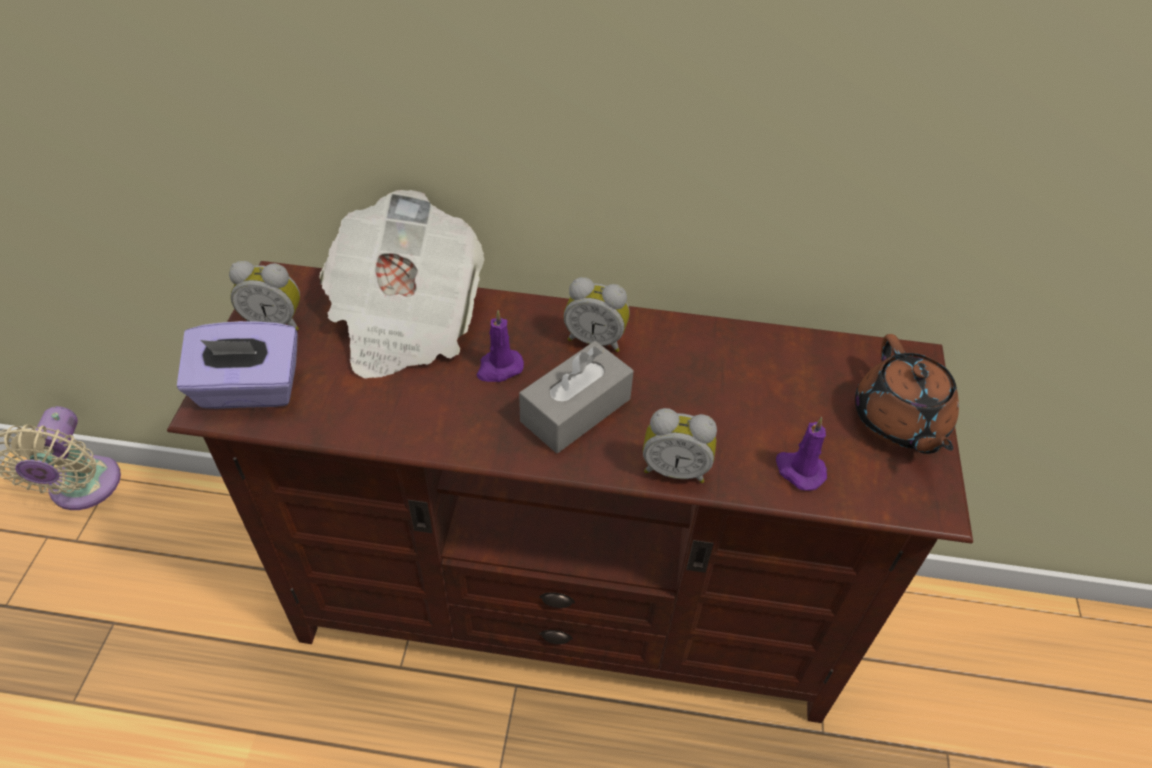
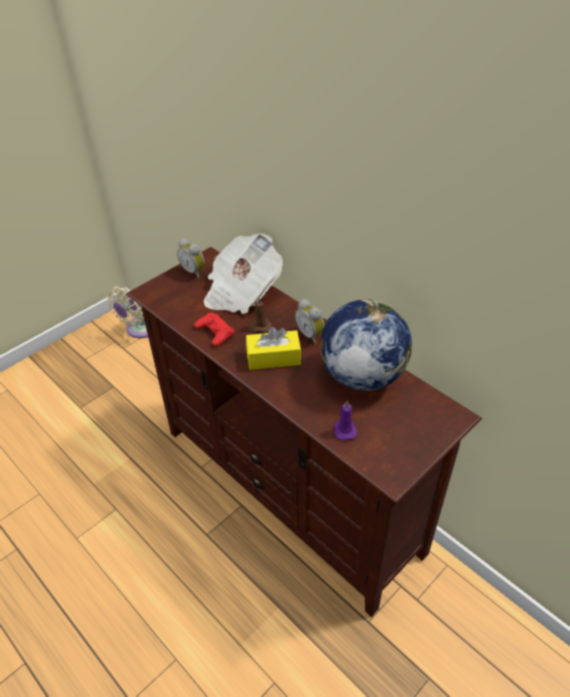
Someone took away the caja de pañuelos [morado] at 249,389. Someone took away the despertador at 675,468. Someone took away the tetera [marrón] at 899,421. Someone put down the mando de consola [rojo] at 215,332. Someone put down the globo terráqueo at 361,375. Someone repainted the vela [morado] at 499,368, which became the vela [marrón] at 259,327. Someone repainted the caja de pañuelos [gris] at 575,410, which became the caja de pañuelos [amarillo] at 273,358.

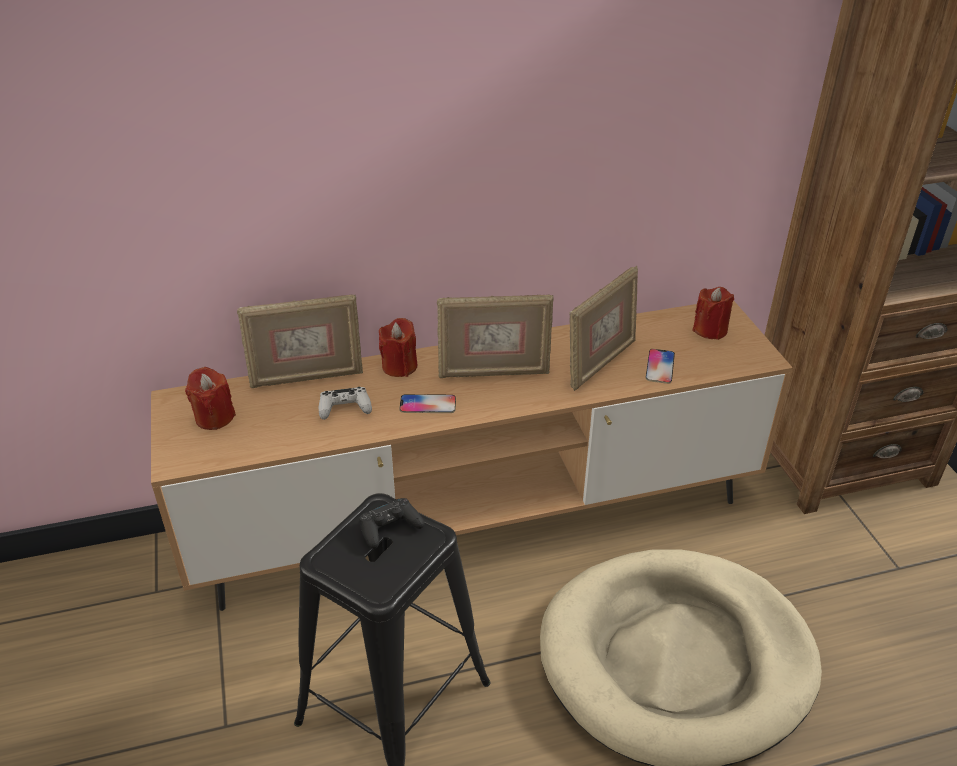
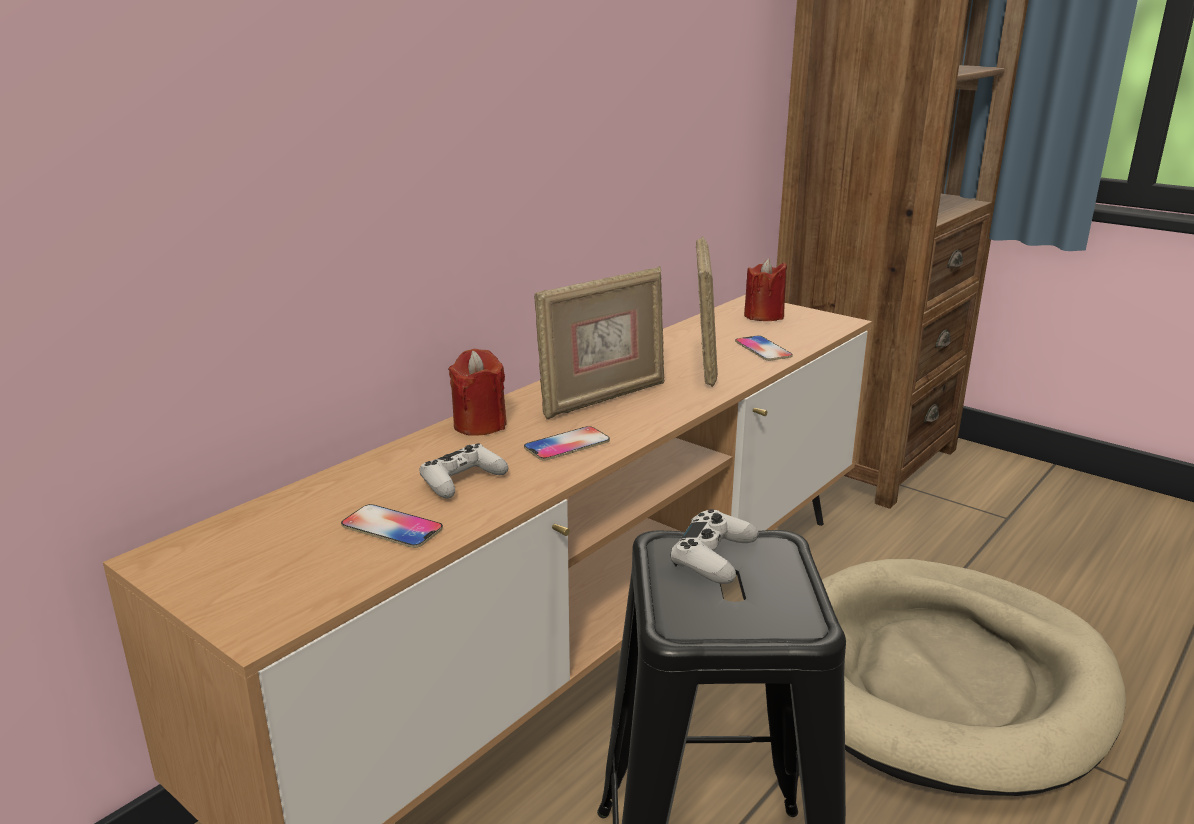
Someone took away the vela [rojo] at 214,417. Someone took away the portarretratos at 306,377. Someone put down the móvil at 392,528. Someone repainted the mando de consola [negro] at 390,528, which became the mando de consola [blanco] at 713,558.

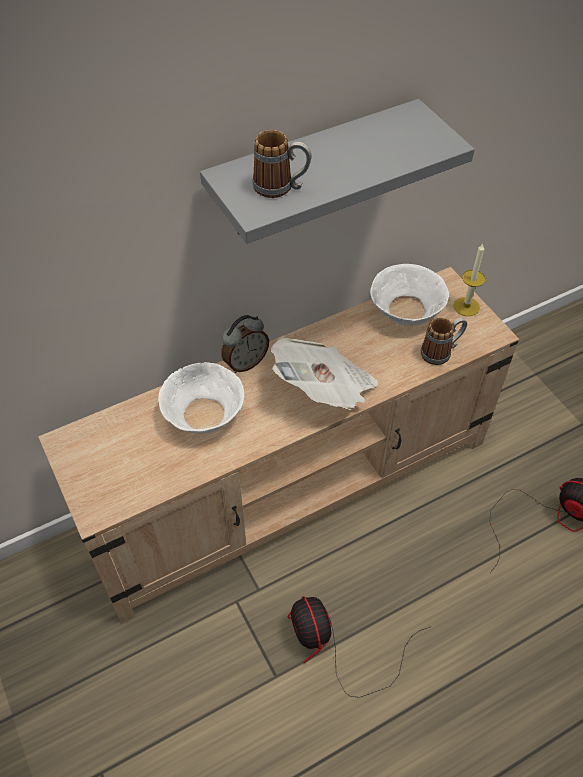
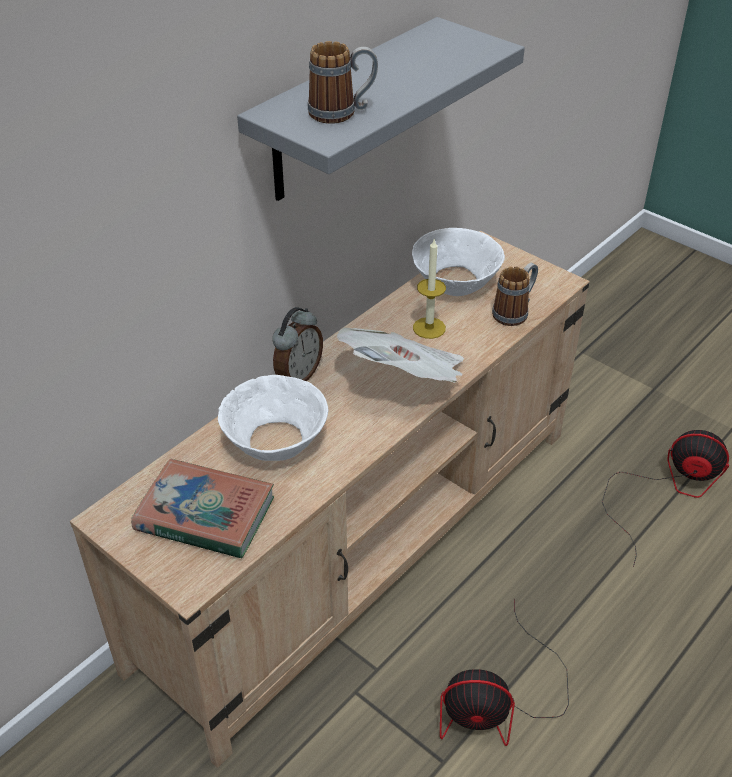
Someone put down the libro at 205,514. Someone carried the vela from 466,306 to 429,328. Someone rotated the ventilador at 335,646 by 45 degrees counterclockwise.

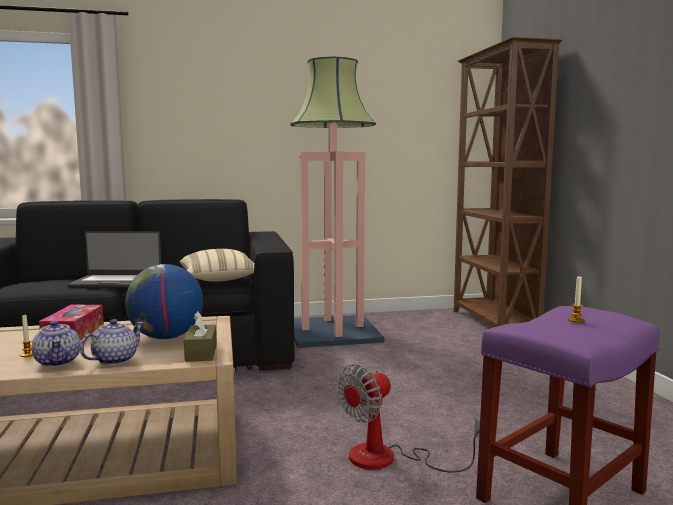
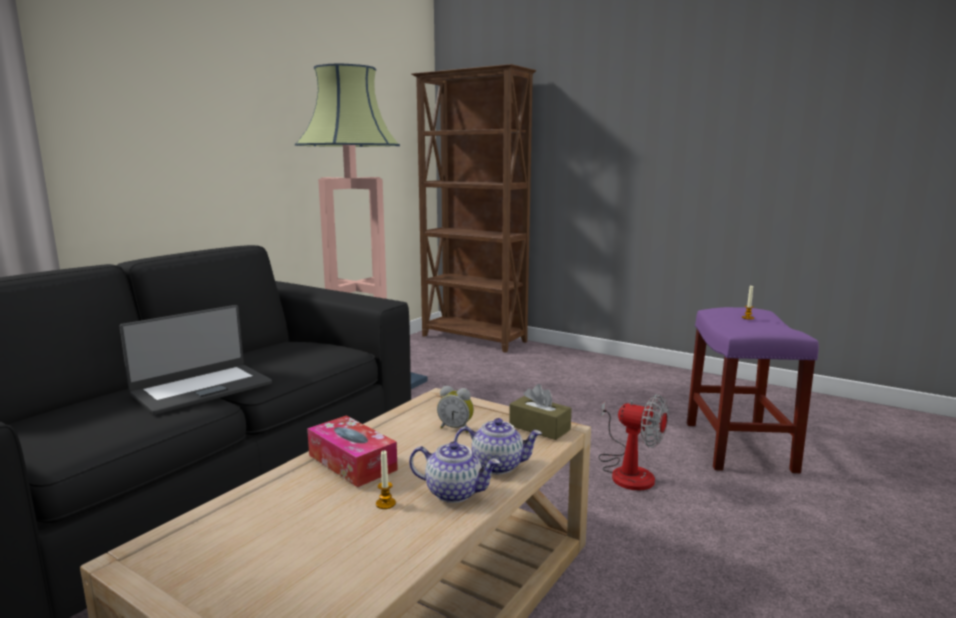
Someone took away the cojín [beis] at 219,280. Someone swapped the globo terráqueo at 166,337 for the despertador at 456,428. Someone rotated the tetera at 115,360 by 105 degrees clockwise. Someone rotated the ventilador at 389,459 by 60 degrees counterclockwise.

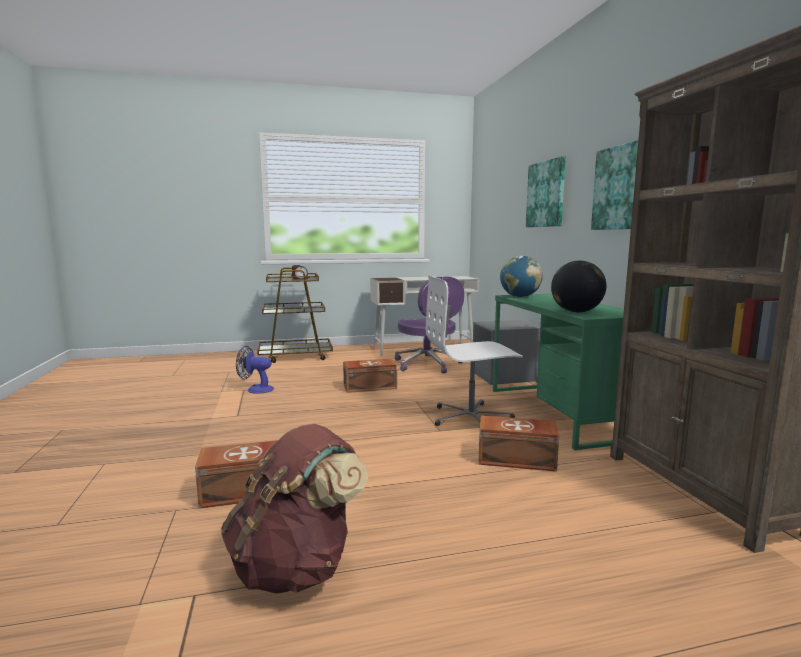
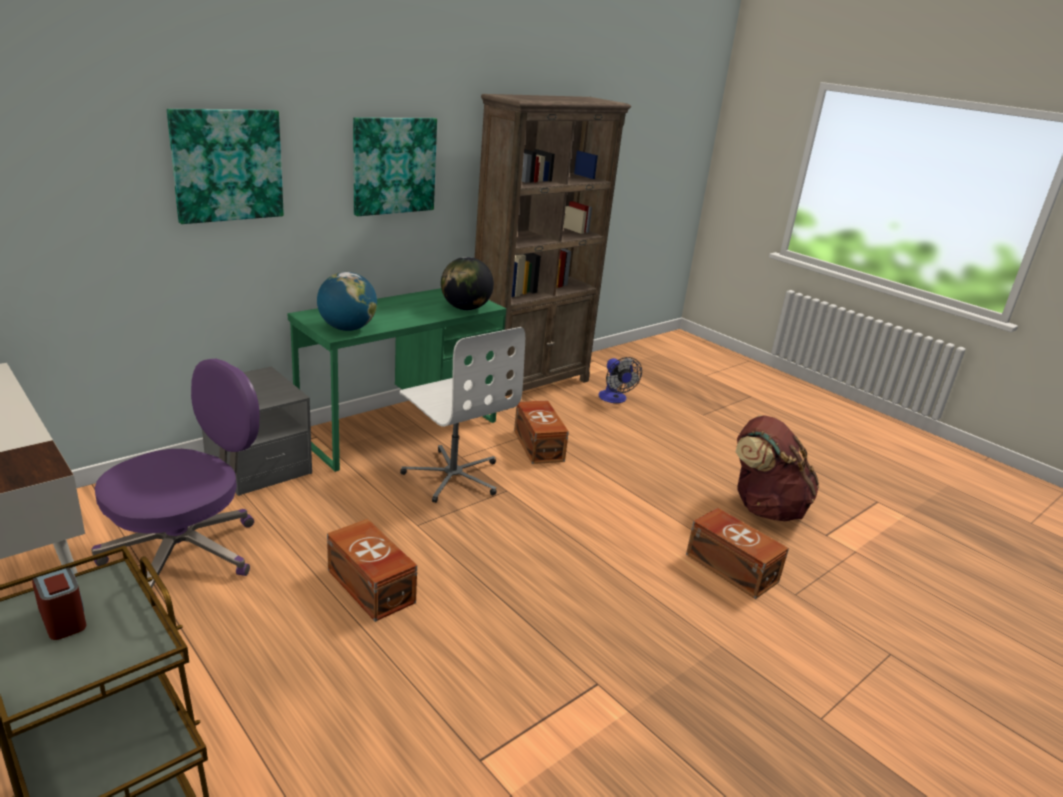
Someone carried the ventilador from 256,389 to 614,399.

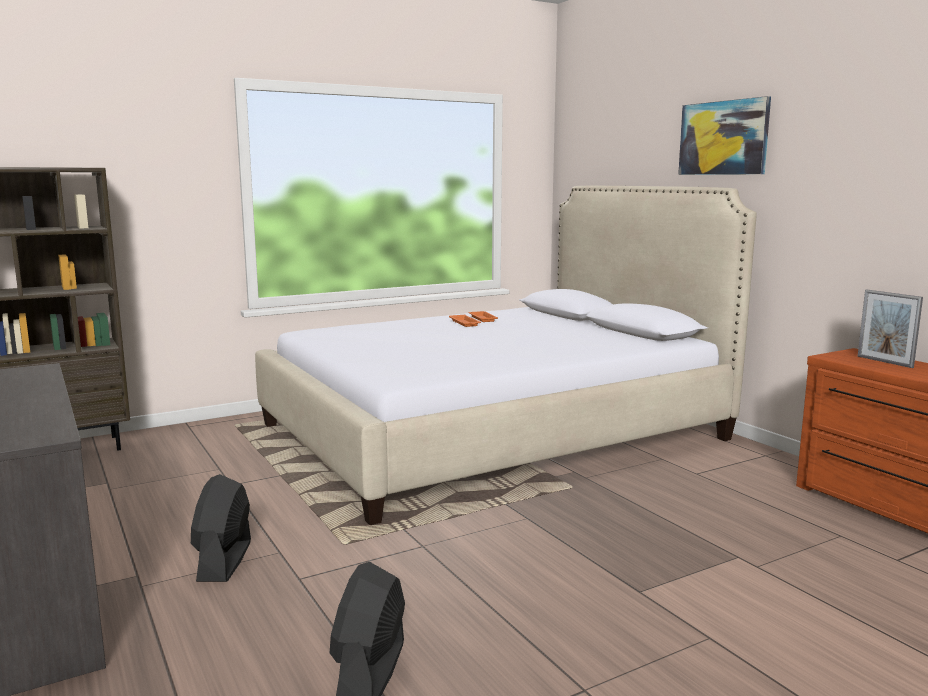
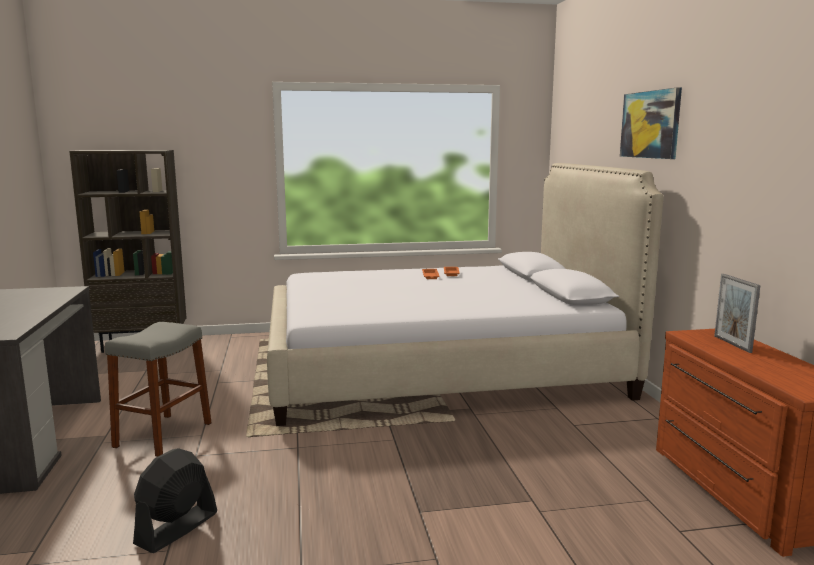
Someone swapped the ventilador [negro] at 224,561 for the taburete [gris] at 163,435.

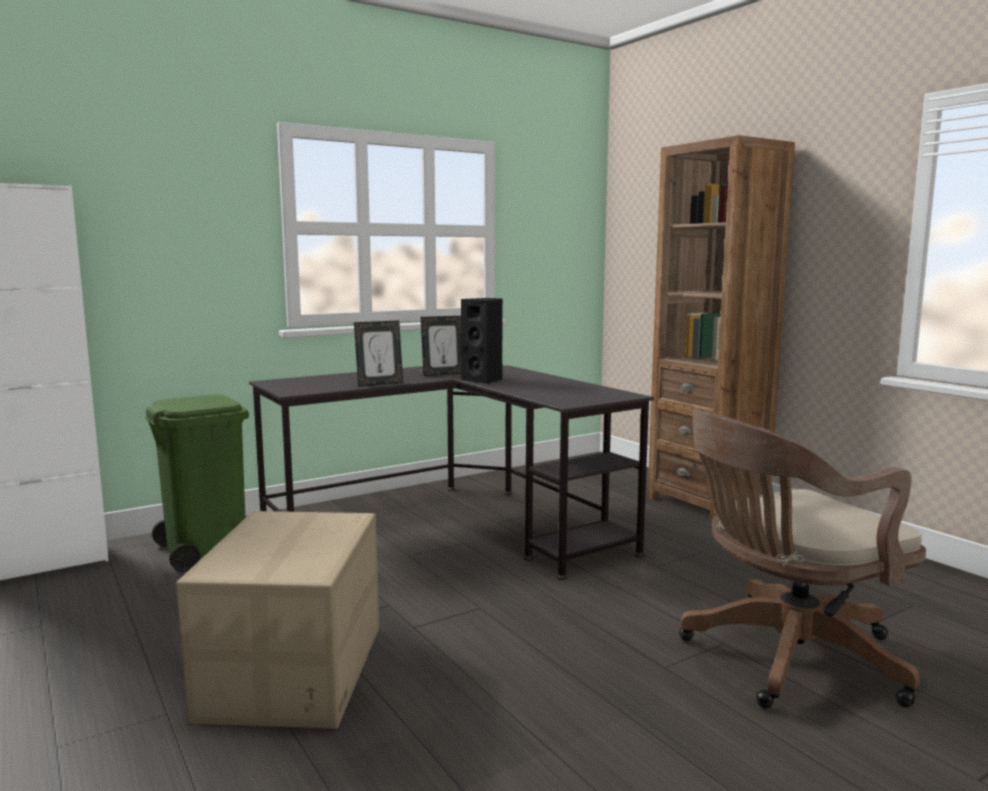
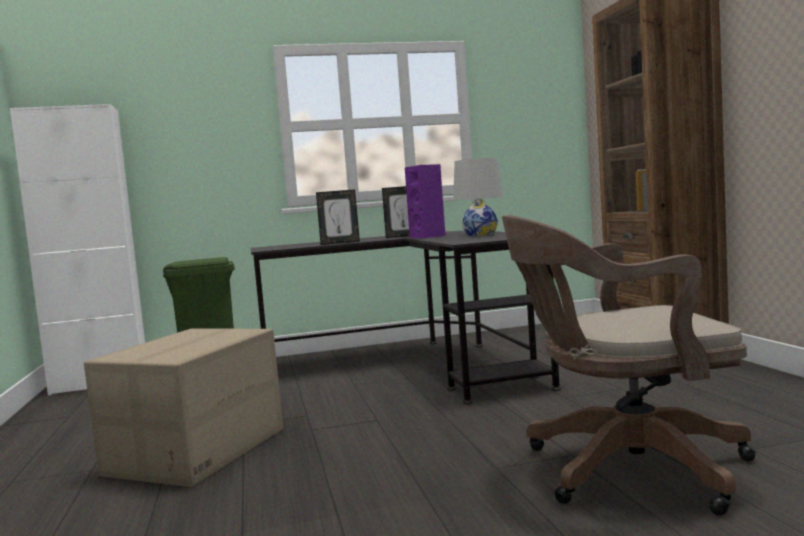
Someone put down the lámpara de mesa [blanco] at 480,234. Someone repainted the altavoz [negro] at 484,380, which became the altavoz [morado] at 428,236.

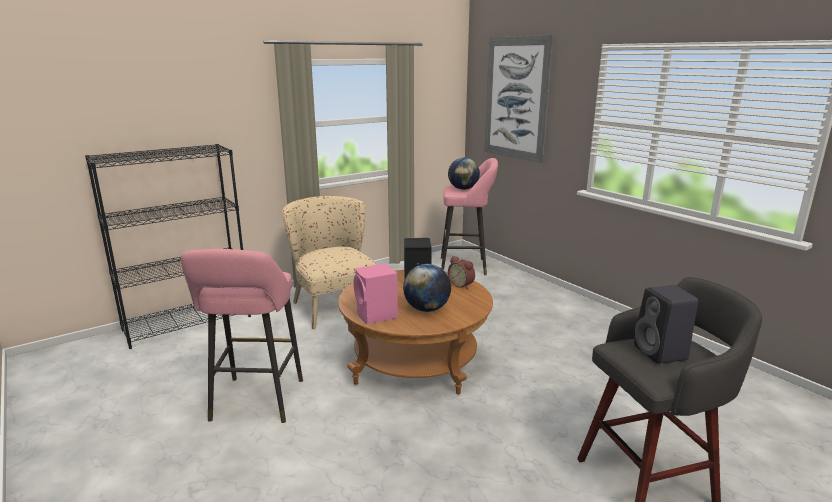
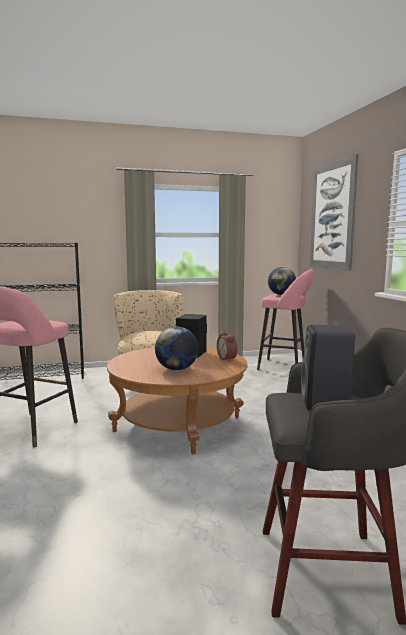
Someone took away the altavoz [rosa] at 377,316.

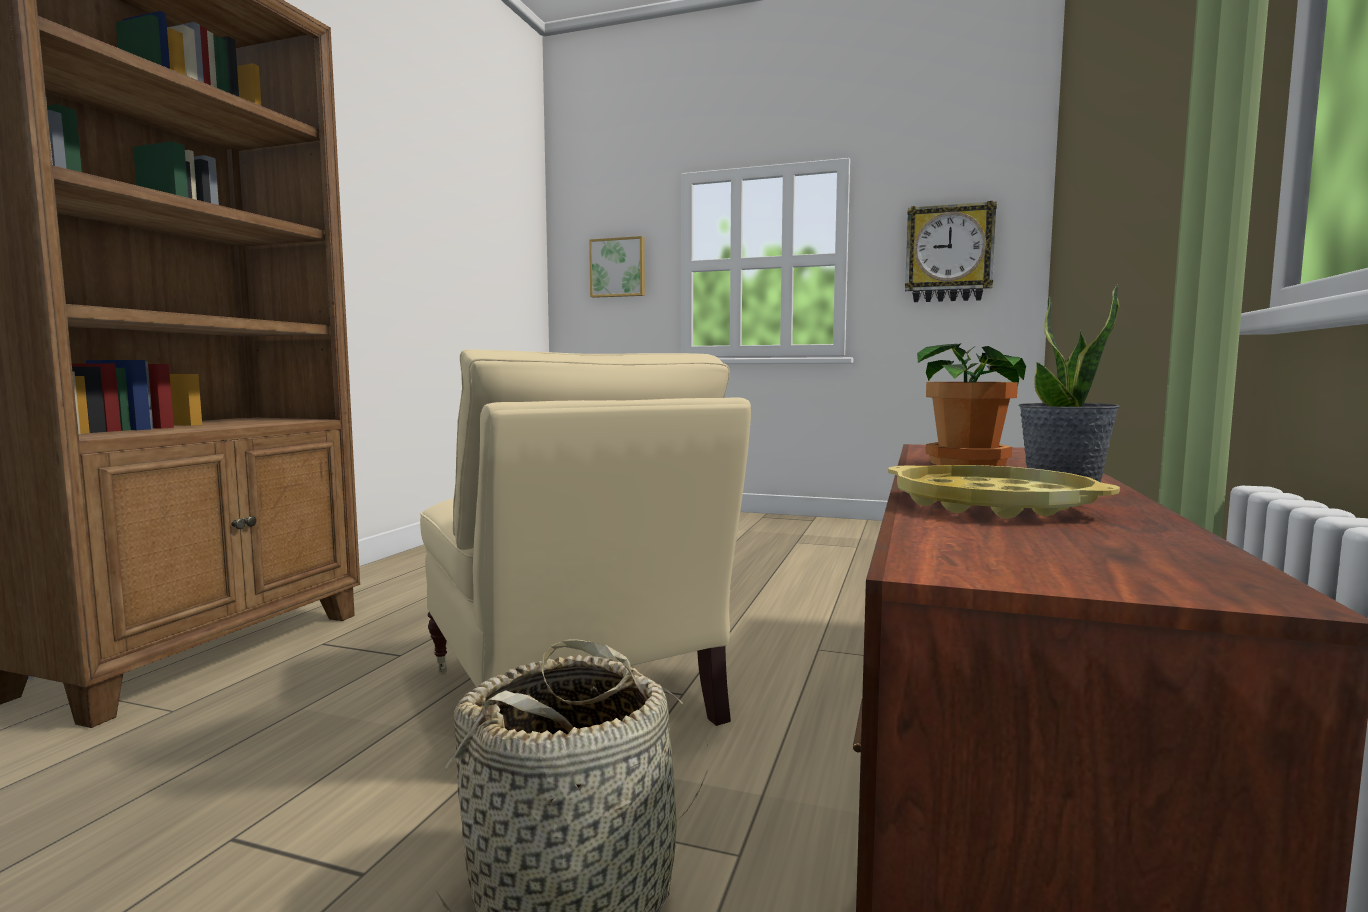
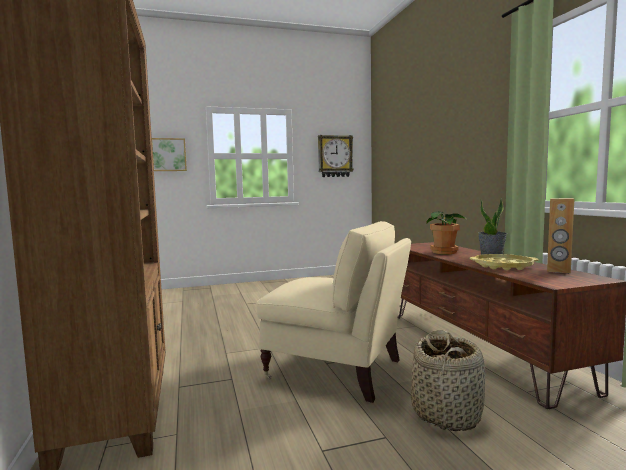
Someone put down the altavoz [marrón] at 558,270.

